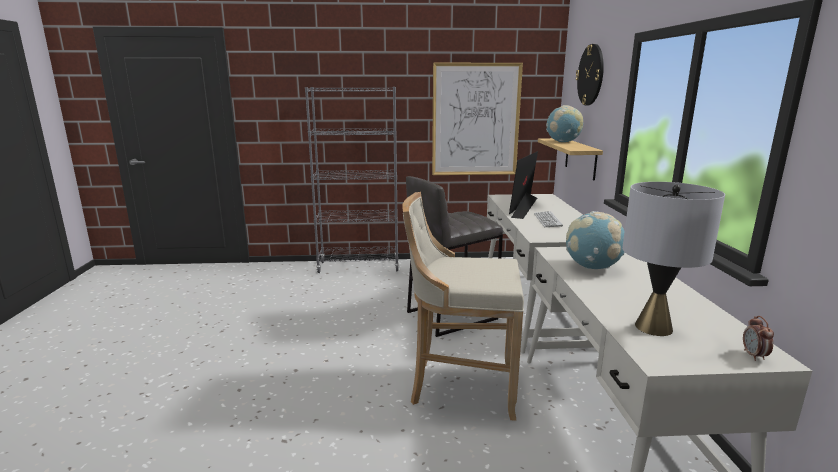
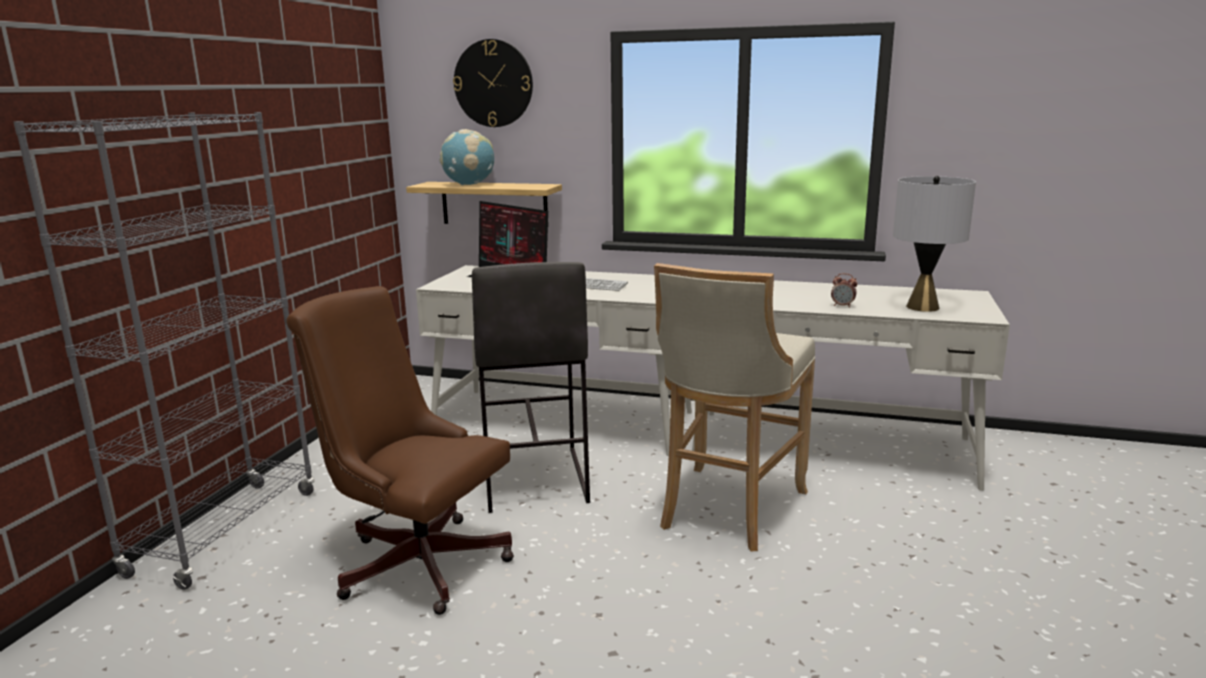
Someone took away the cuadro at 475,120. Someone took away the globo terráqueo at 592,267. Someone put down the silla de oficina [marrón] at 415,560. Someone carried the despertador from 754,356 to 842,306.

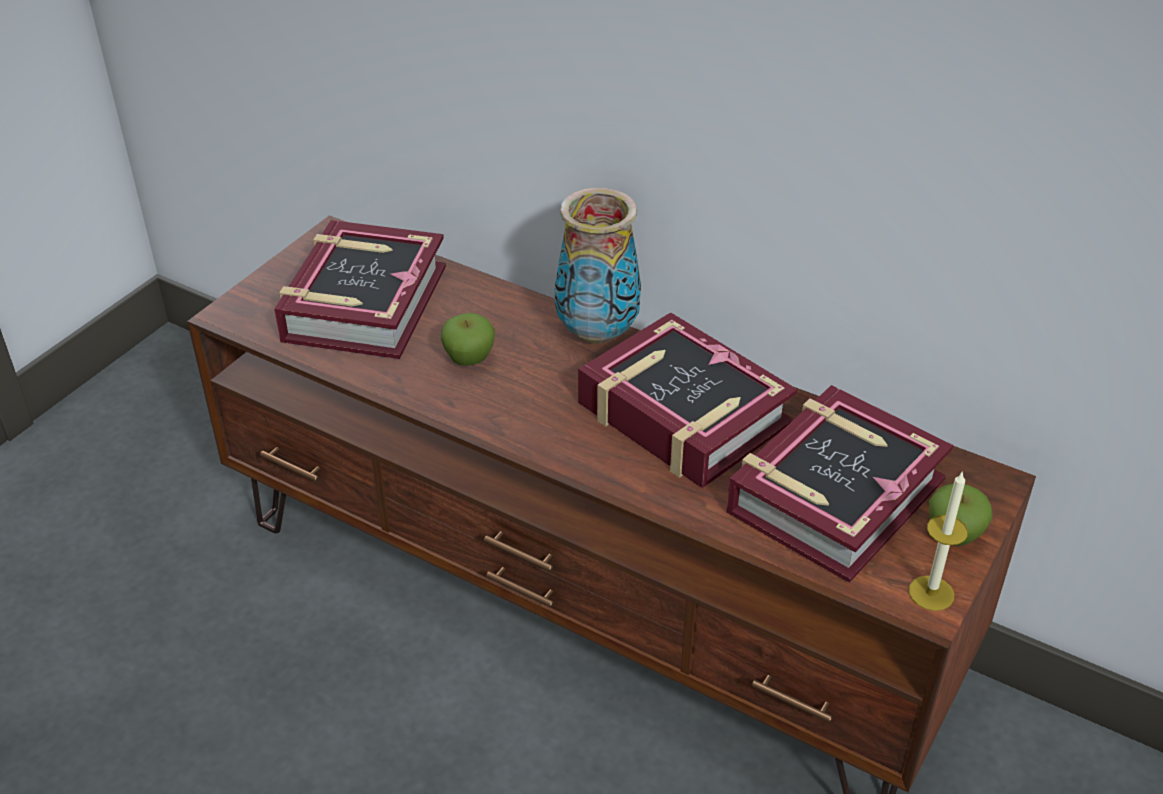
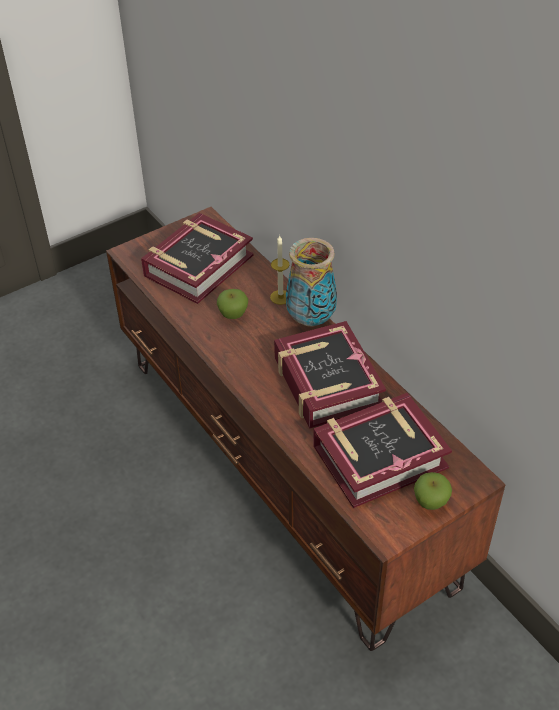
Someone carried the vela from 931,593 to 280,297.

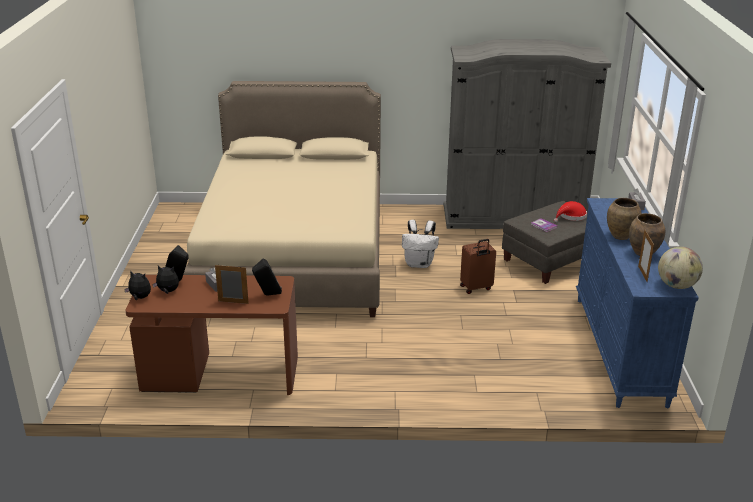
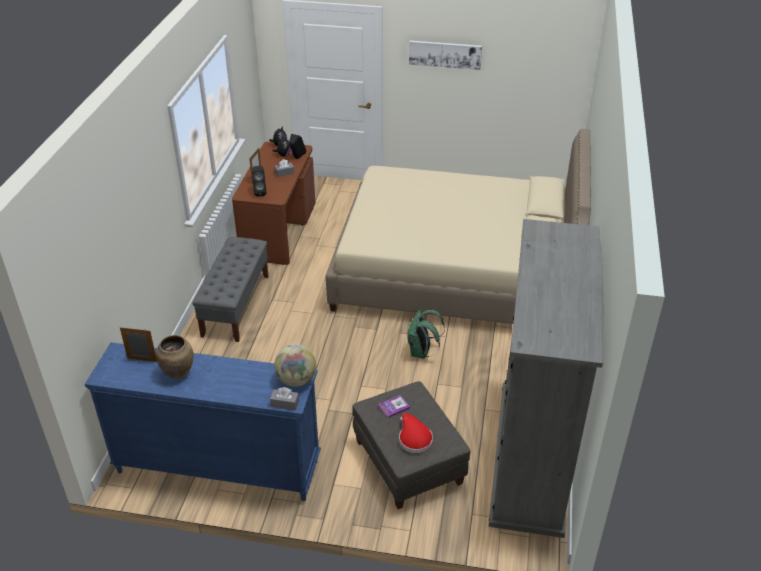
Someone took away the maleta [marrón] at 476,288. Someone took away the florero [marrón] at 620,236. Someone put down the banco [gris] at 236,305. Someone put up the cuadro at 445,54. Someone carried the globo terráqueo from 676,286 to 296,380. Someone repainted the mochila [blanco] at 419,264, which became the mochila [verde] at 421,352.

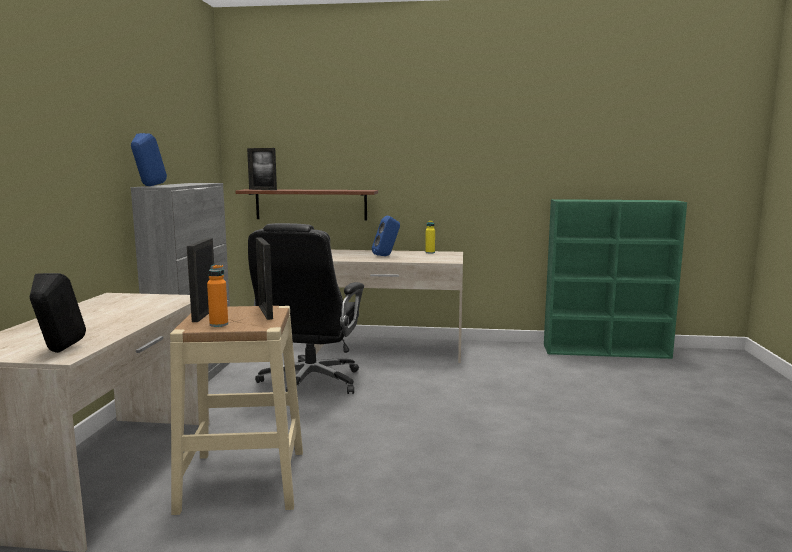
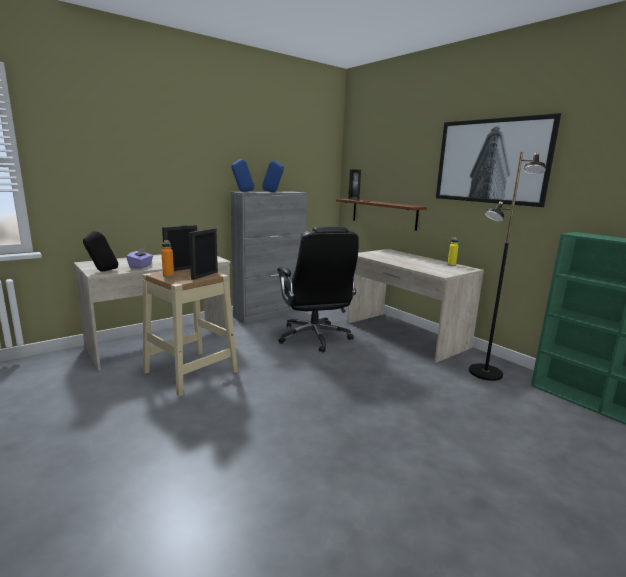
Someone put down the caja de pañuelos [morado] at 141,266. Someone put up the cuadro at 491,161. Someone put down the lámpara de pie [negro] at 485,373. Someone carried the altavoz [azul] from 386,256 to 273,192. Someone rotated the silla de oficina [negro] at 309,383 by 75 degrees counterclockwise.

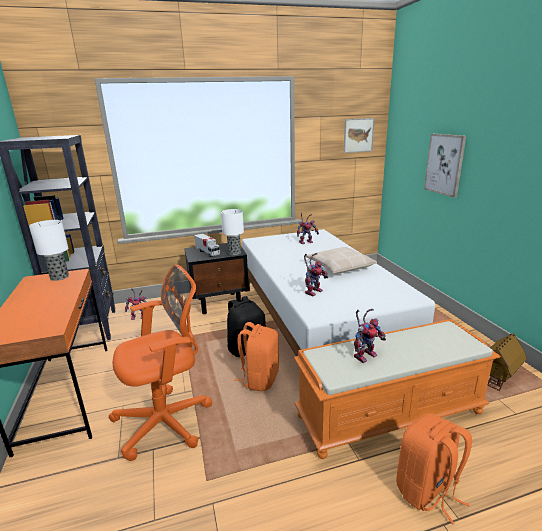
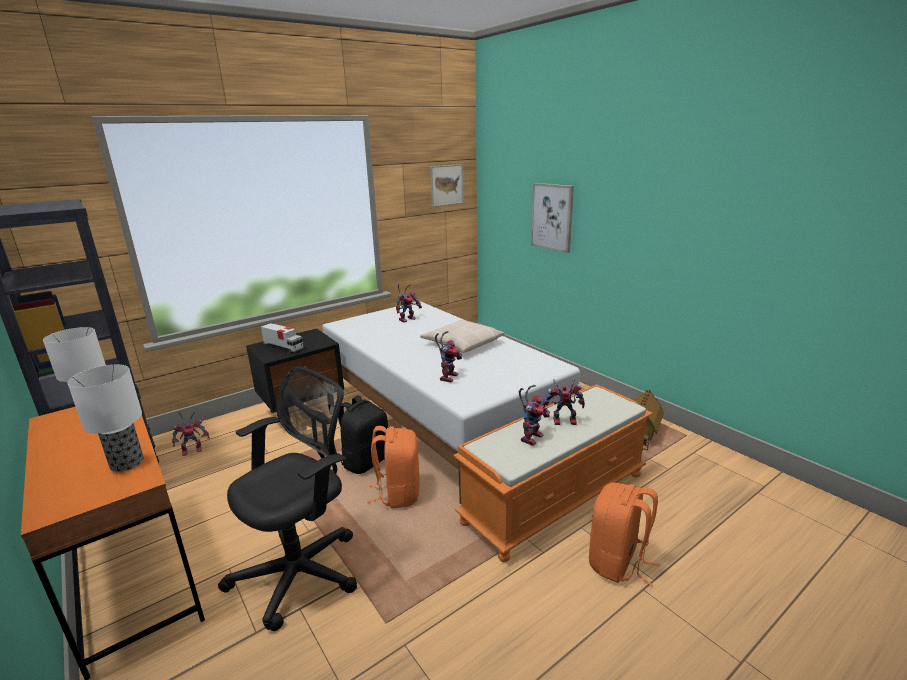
Someone put down the robot de juguete at 562,422. Someone carried the lámpara de mesa from 234,253 to 126,464. Someone repainted the silla de oficina [naranja] at 167,421, which became the silla de oficina [negro] at 303,571.

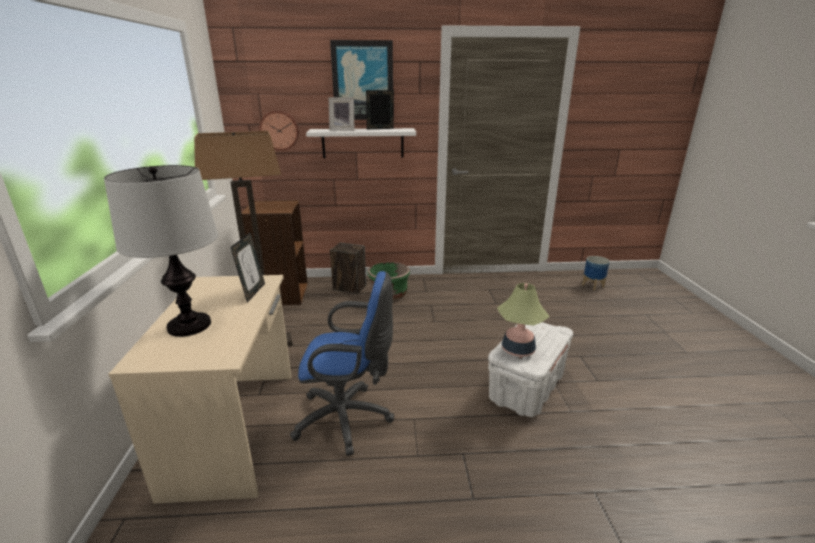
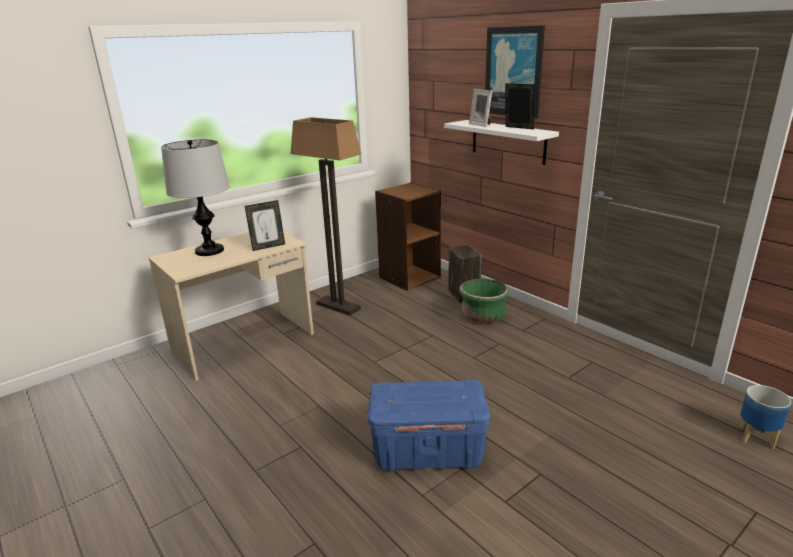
Someone took away the reloj de pared at 279,130. Someone took away the silla de oficina [azul] at 348,419. Someone took away the lámpara de mesa at 518,349. Someone repainted the caja de almacenaje [blanco] at 526,387, which became the caja de almacenaje [azul] at 429,452.

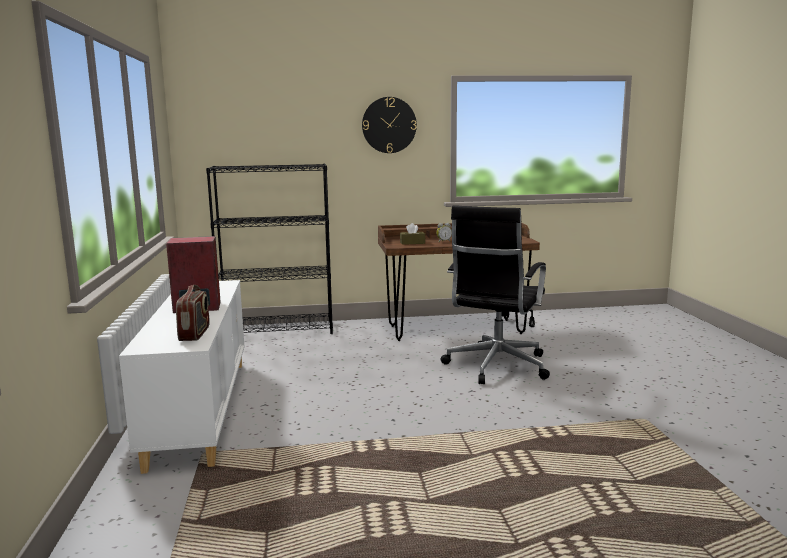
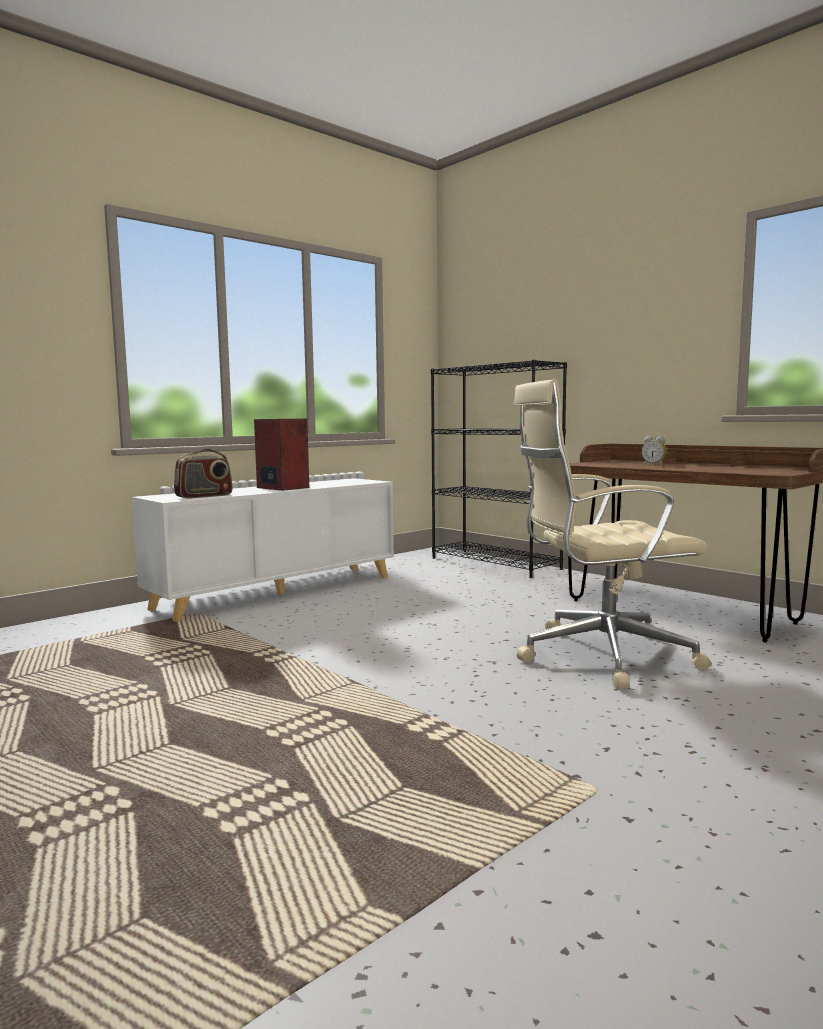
Someone took away the reloj de pared at 389,125. Someone took away the caja de pañuelos [marrón] at 412,243. Someone repainted the silla de oficina [negro] at 495,367, which became the silla de oficina [beis] at 600,655.

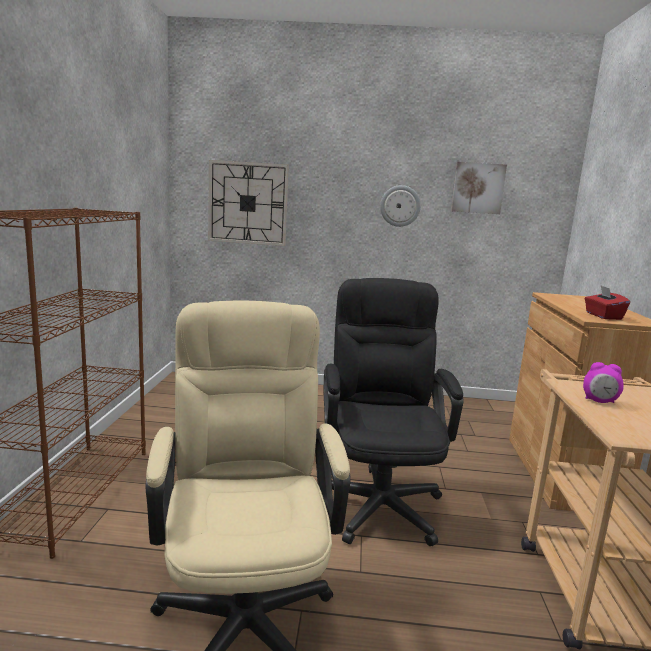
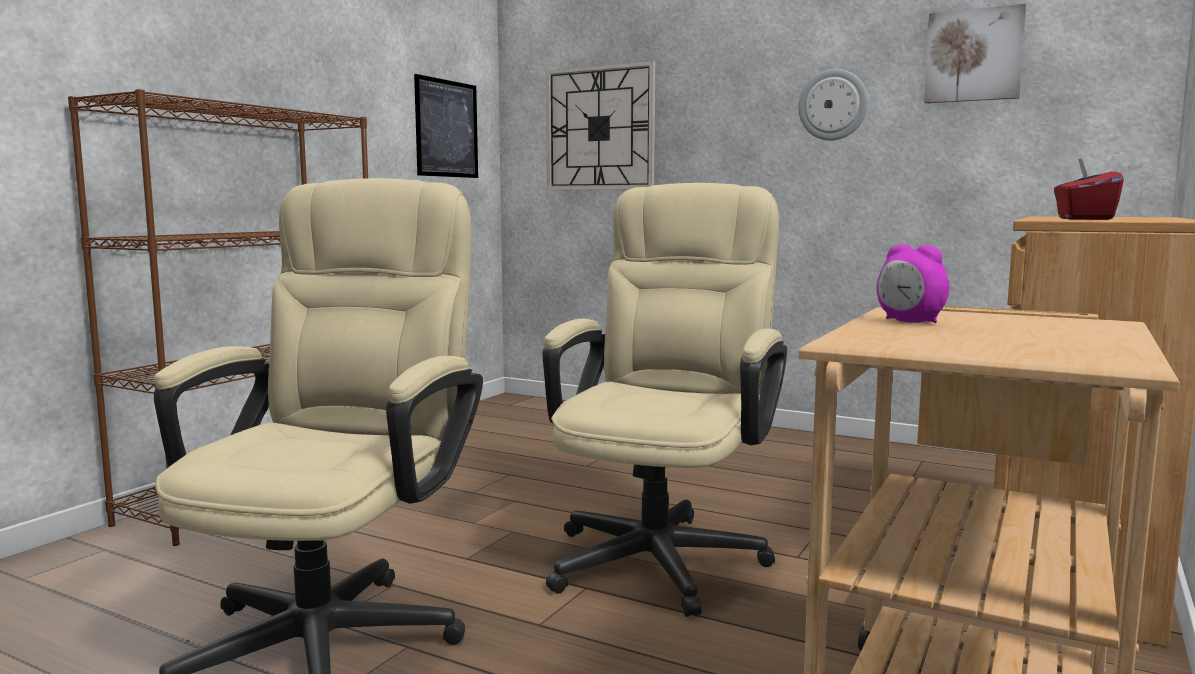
Someone put up the cuadro at 446,128. Someone repainted the silla de oficina [negro] at 379,498, which became the silla de oficina [beis] at 663,552.

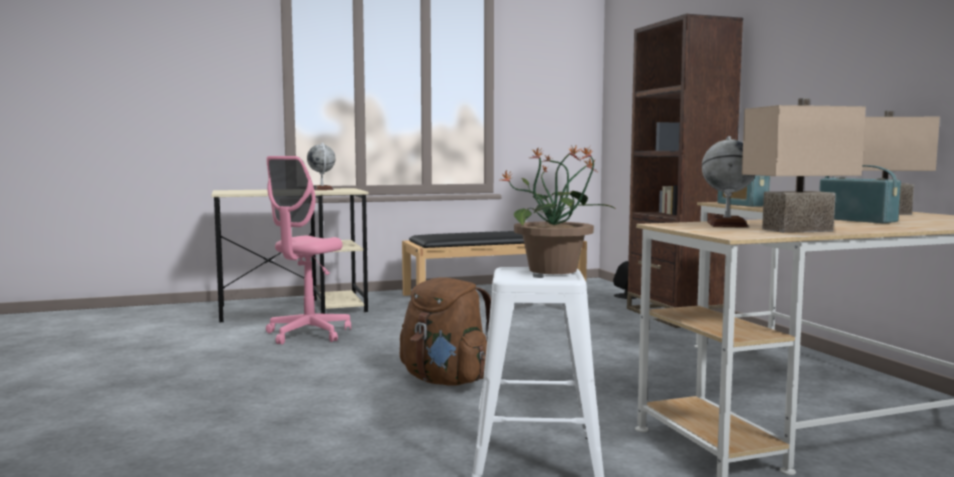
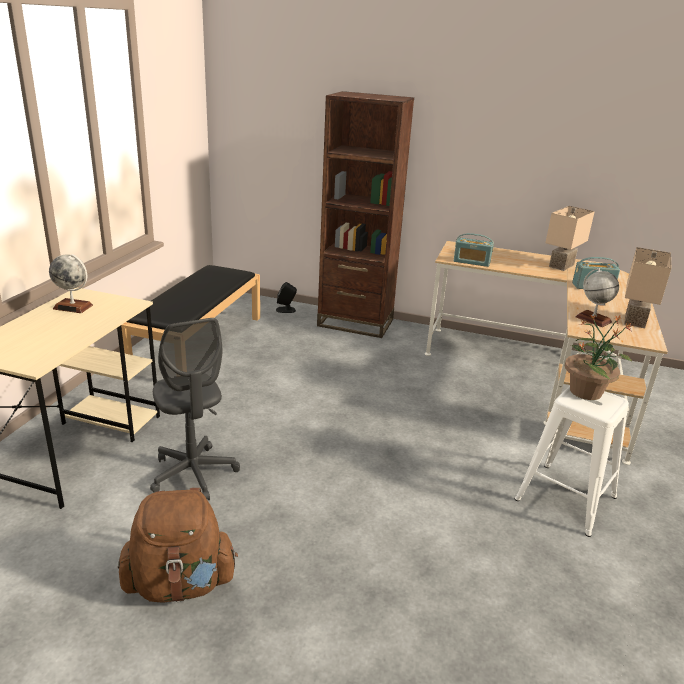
Someone carried the mochila [marrón] from 446,381 to 180,583. Someone repainted the silla de oficina [rosa] at 308,334, which became the silla de oficina [gris] at 193,474.

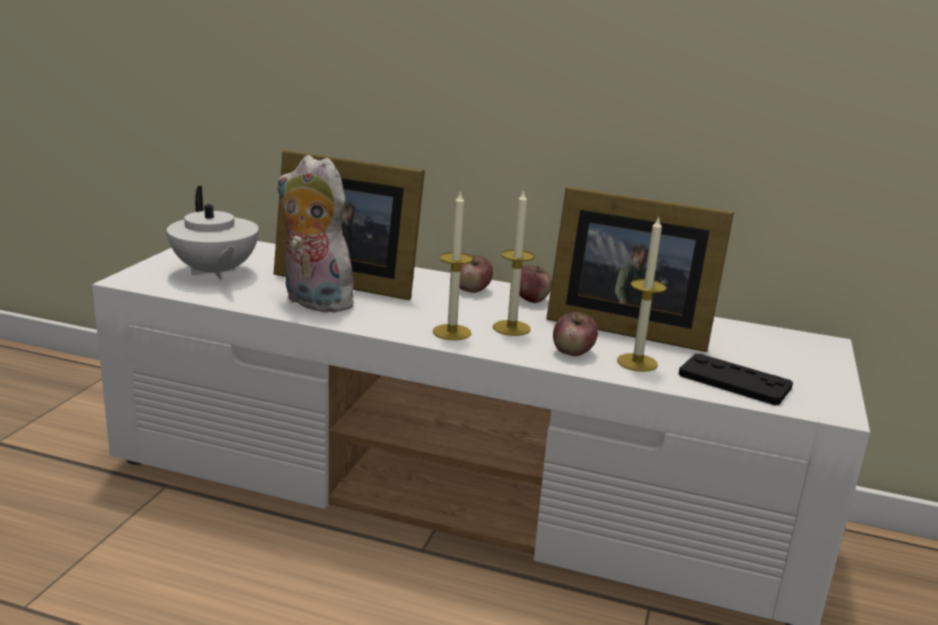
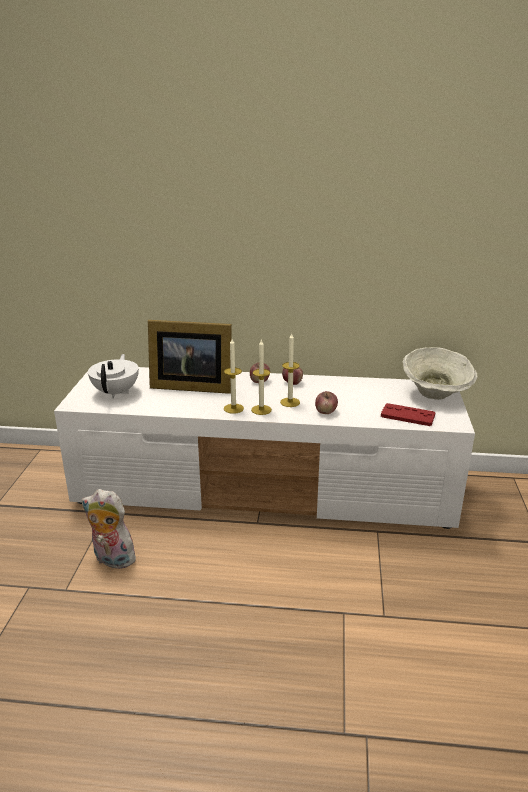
Someone took away the portarretratos at 623,327. Someone put down the cuenco [beis] at 436,394. Someone carried the peluche from 313,302 to 111,560. Someone carried the vela from 637,362 to 233,408. Someone repainted the mando de consola [negro] at 734,381, which became the mando de consola [rojo] at 407,416. Someone rotated the tetera [blanco] at 214,273 by 135 degrees counterclockwise.

